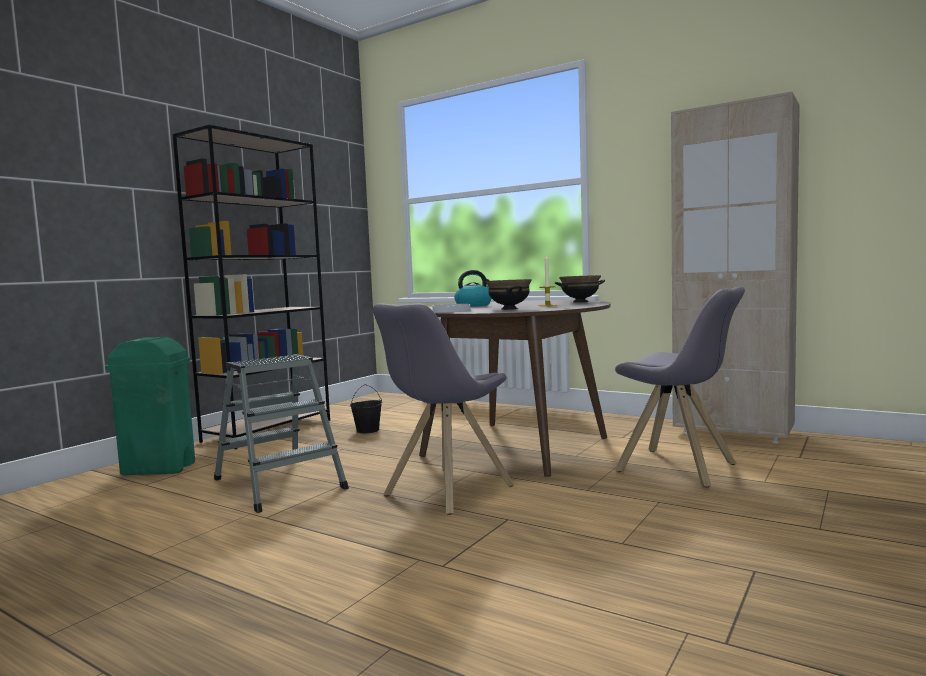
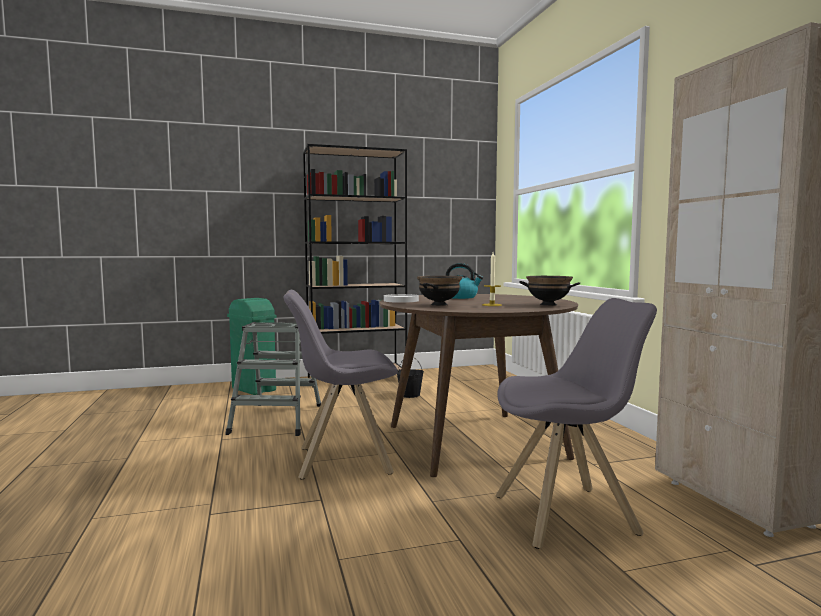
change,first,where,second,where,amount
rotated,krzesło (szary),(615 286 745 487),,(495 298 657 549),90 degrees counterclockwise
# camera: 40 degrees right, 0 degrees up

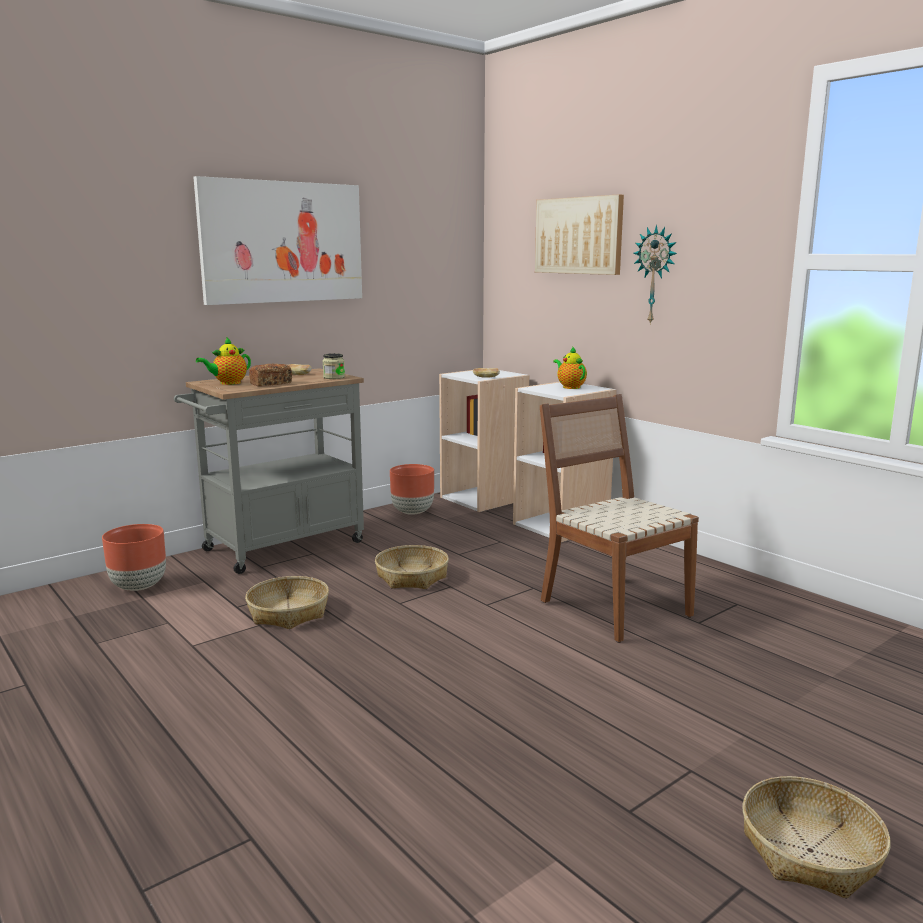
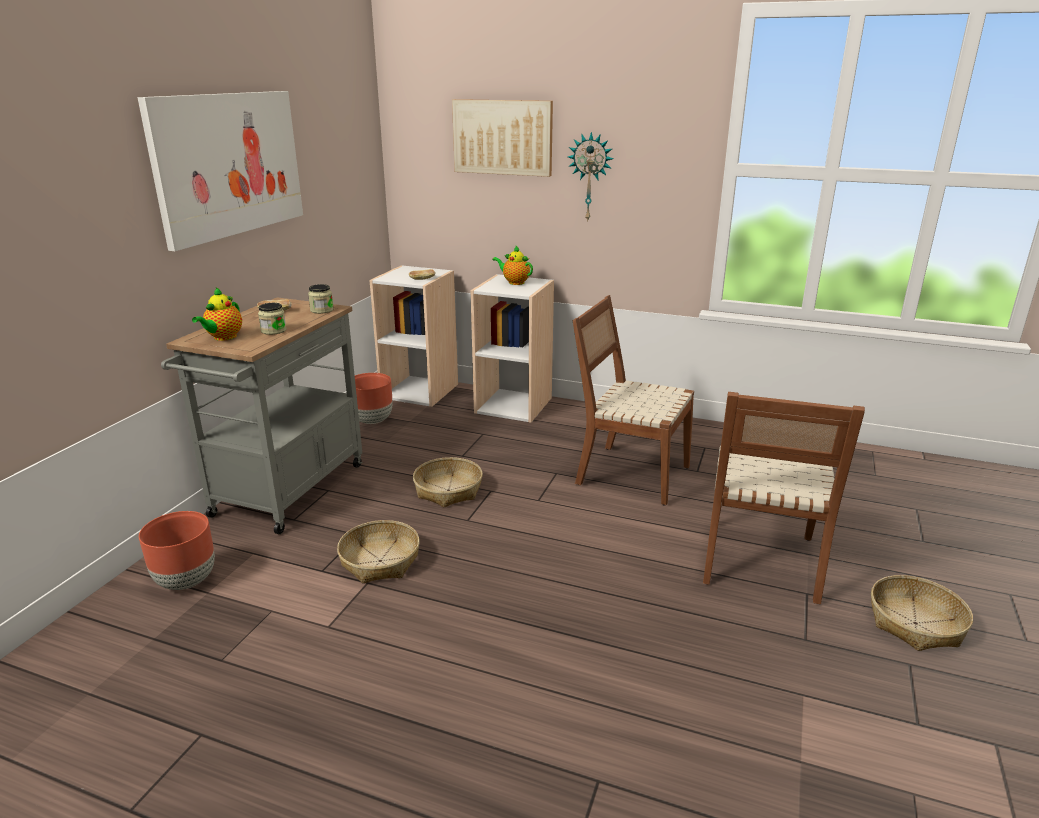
change,first,where,second,where,amount
swapped,chleb,(249 364 292 386),słoik,(258 303 287 335),
new,,,krzesło,(703 392 865 604),
# camera: 30 degrees left, 10 degrees up

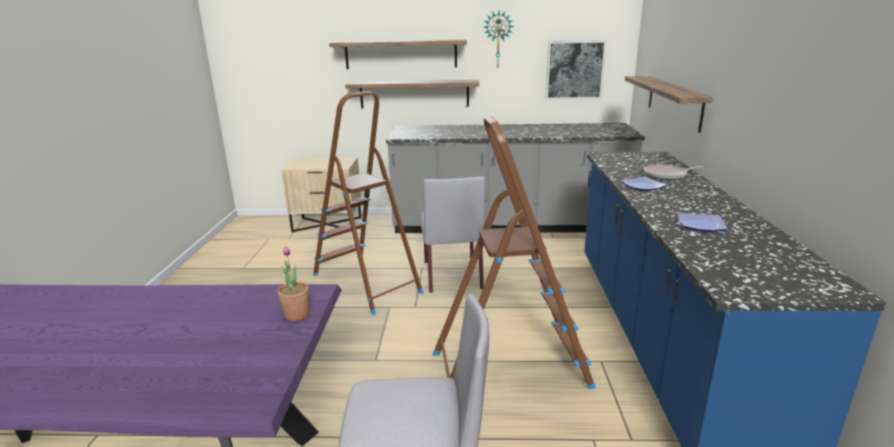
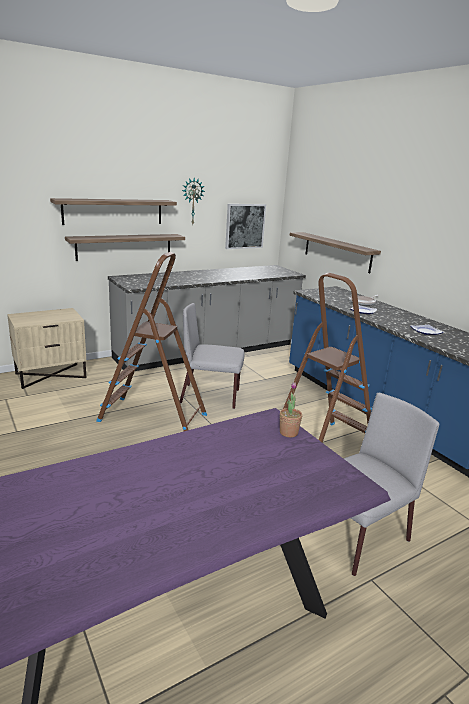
change,first,where,second,where,amount
rotated,krzesło (szary),(420 176 485 293),,(180 303 245 409),135 degrees clockwise
# camera: 35 degrees left, 0 degrees up

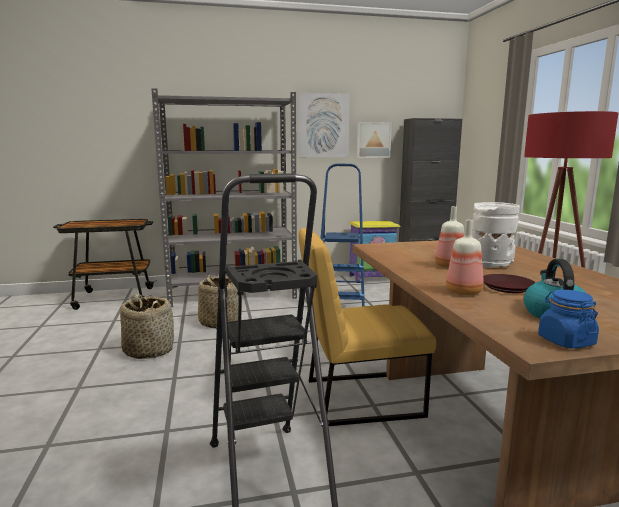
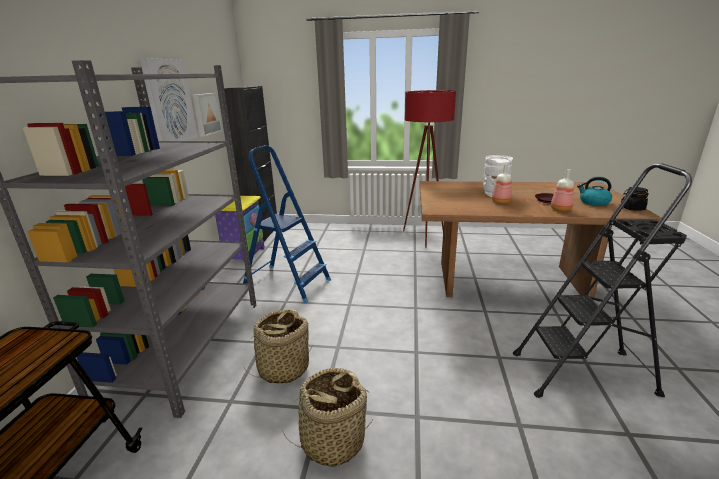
change,first,where,second,where,amount
repainted,słoik (niebieski),(538 290 599 349),słoik (czarny),(621 187 649 211),
gone,krzesło (żółty),(298 228 436 426),,,
# camera: 70 degrees left, 10 degrees up

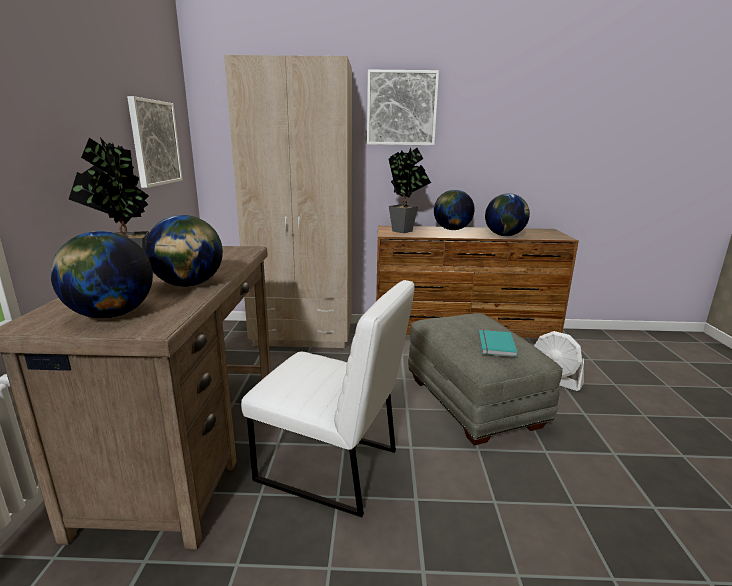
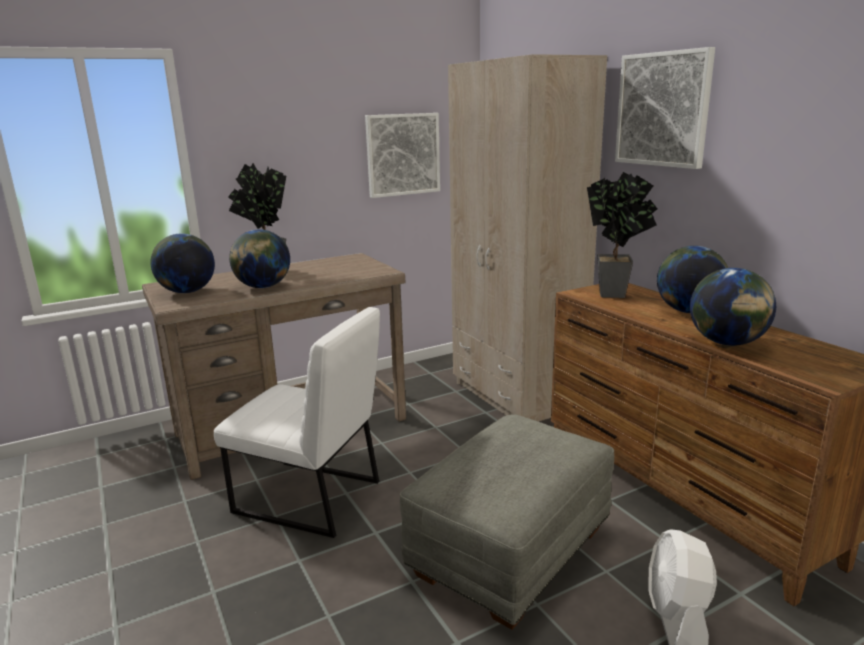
change,first,where,second,where,amount
rotated,krzesło (biały),(241 280 415 517),,(214 307 380 538),60 degrees counterclockwise
gone,książka (turkusowy),(479 330 518 357),,,
# camera: 60 degrees right, 0 degrees up

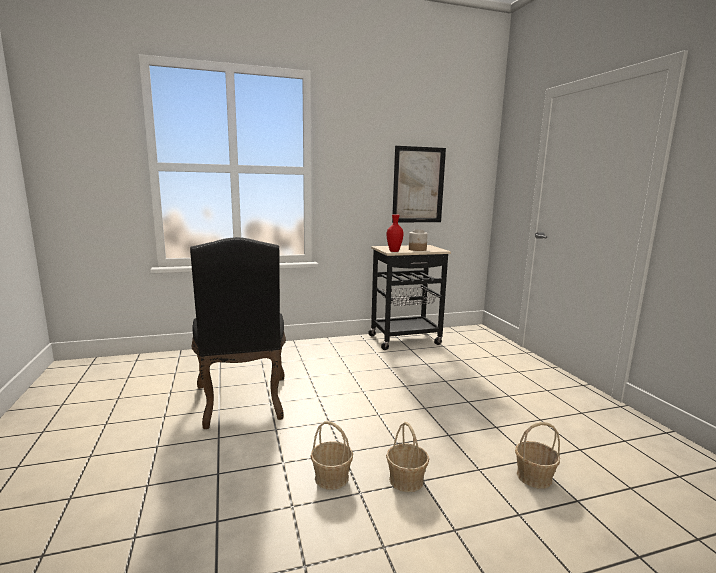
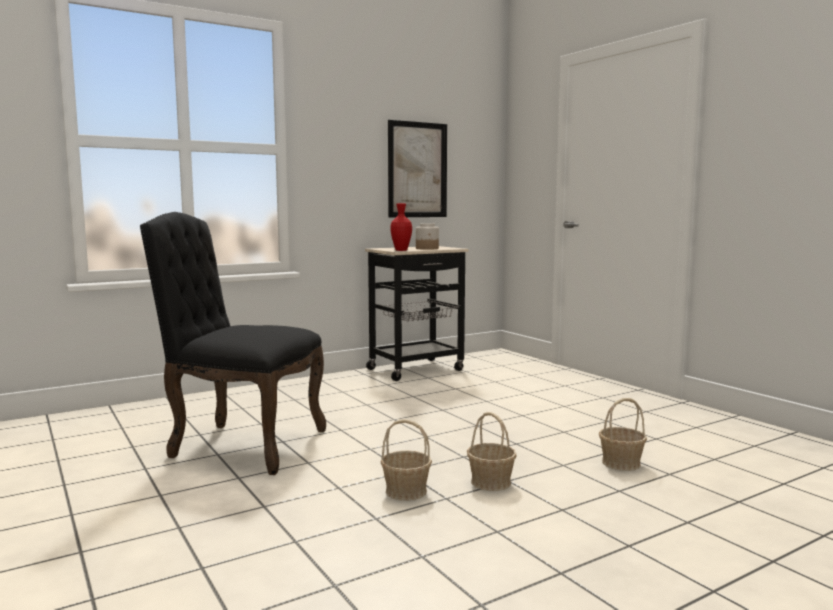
change,first,where,second,where,amount
rotated,krzesło (czarny),(190 237 286 429),,(140 212 326 475),135 degrees clockwise
# camera: 15 degrees left, 5 degrees down

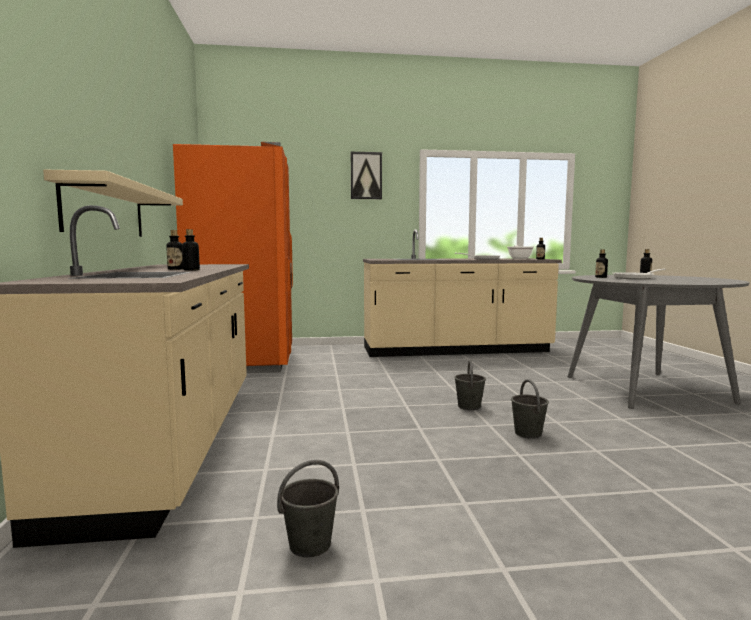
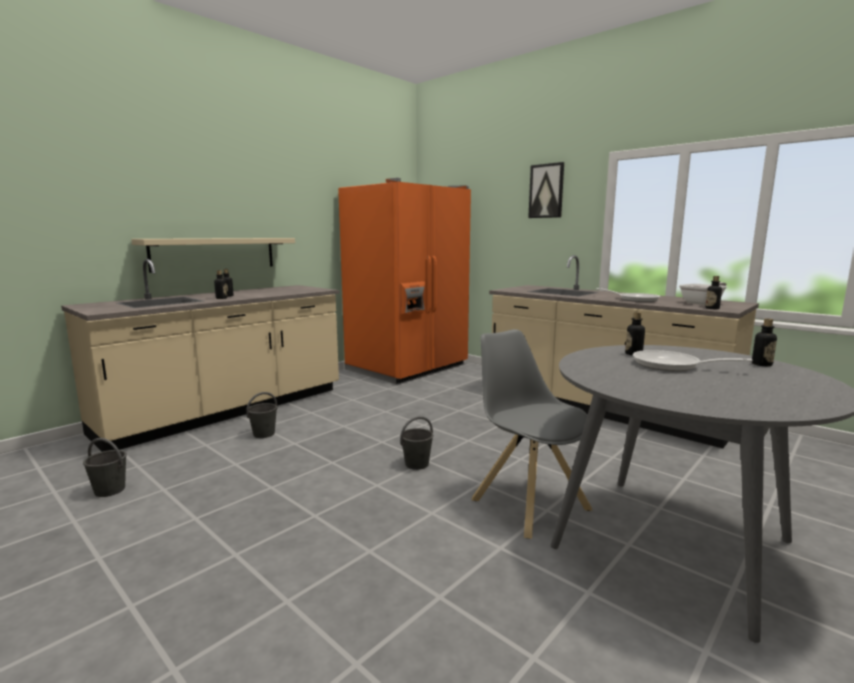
change,first,where,second,where,amount
shifted,wiadro (szary),(511 379 549 439),,(246 392 278 438),
new,,,krzesło (szary),(472 329 592 539),
# camera: 50 degrees right, 5 degrees up

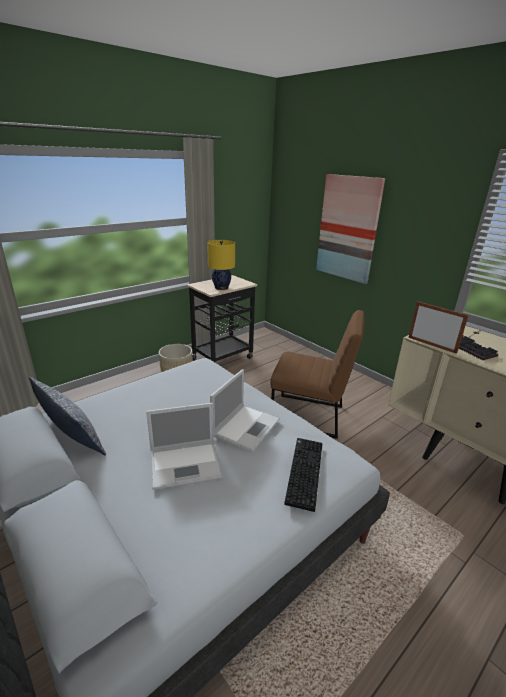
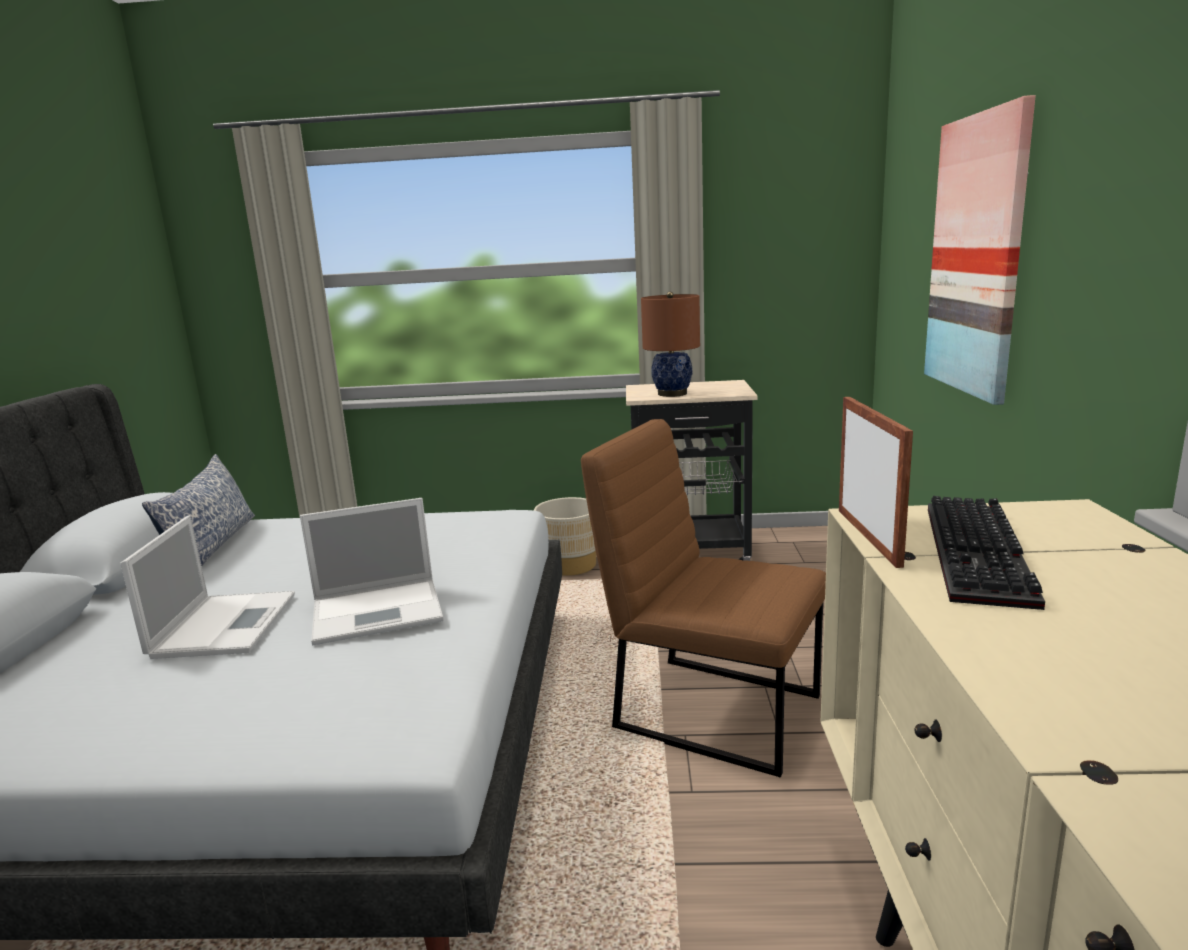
change,first,where,second,where,amount
rotated,laptop,(146 403 222 490),,(120 515 295 659),120 degrees counterclockwise
rotated,krzesło (brązowy),(270 310 365 439),,(581 419 826 777),150 degrees clockwise
repainted,lampa stołowa (żółty),(207 240 235 290),lampa stołowa (brązowy),(641 292 700 397),
gone,klawiatura,(284 438 322 512),,,
# camera: 45 degrees right, 10 degrees down

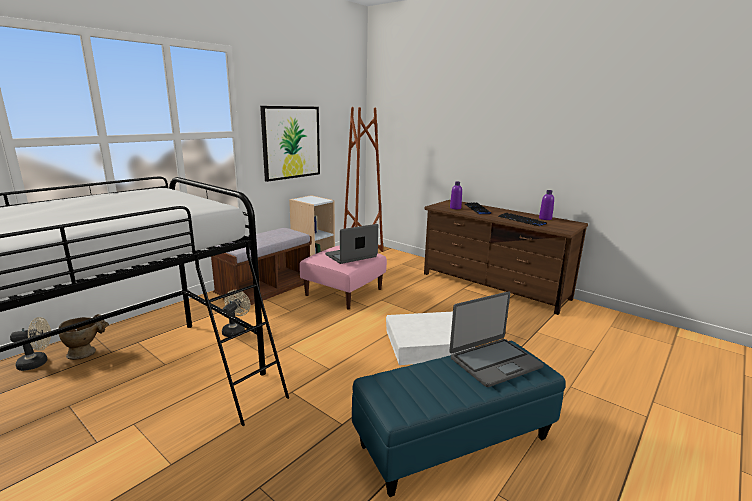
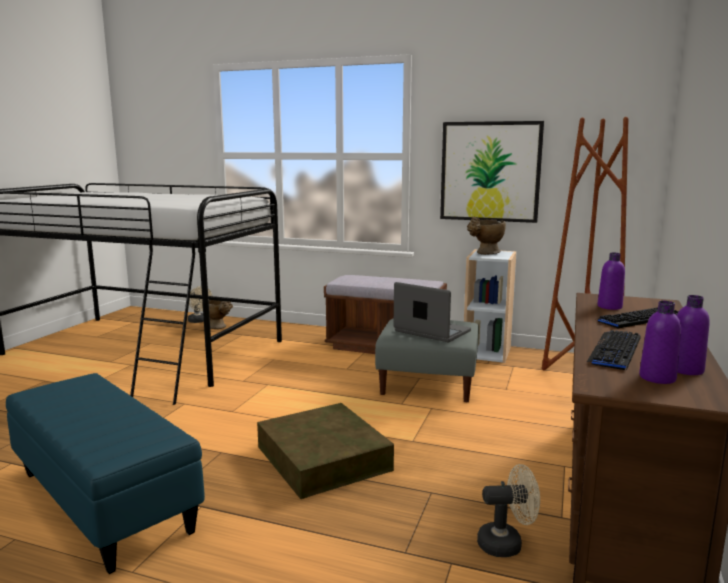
change,first,where,second,where,amount
repainted,pojemnik do przechowywania (biały),(386 312 475 365),pojemnik do przechowywania (brązowy),(257 403 394 499),
repainted,pufa (różowy),(299 245 387 309),pufa (szary),(375 318 479 402),
new,,,wazon (beżowy),(467 217 506 255),
shifted,wentylator (beżowy),(222 290 250 337),,(477 464 540 557),
new,,,butelka (fioletowy),(639 301 681 384),
gone,laptop,(450 292 544 387),,,
# camera: 70 degrees right, 5 degrees down

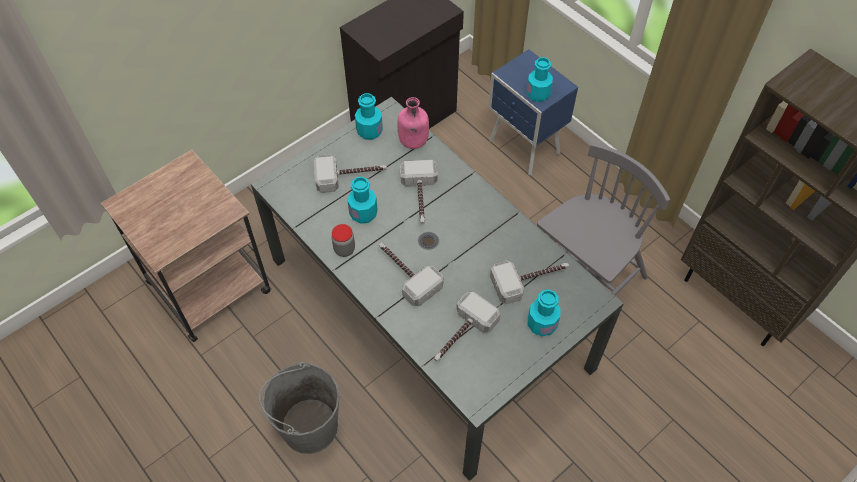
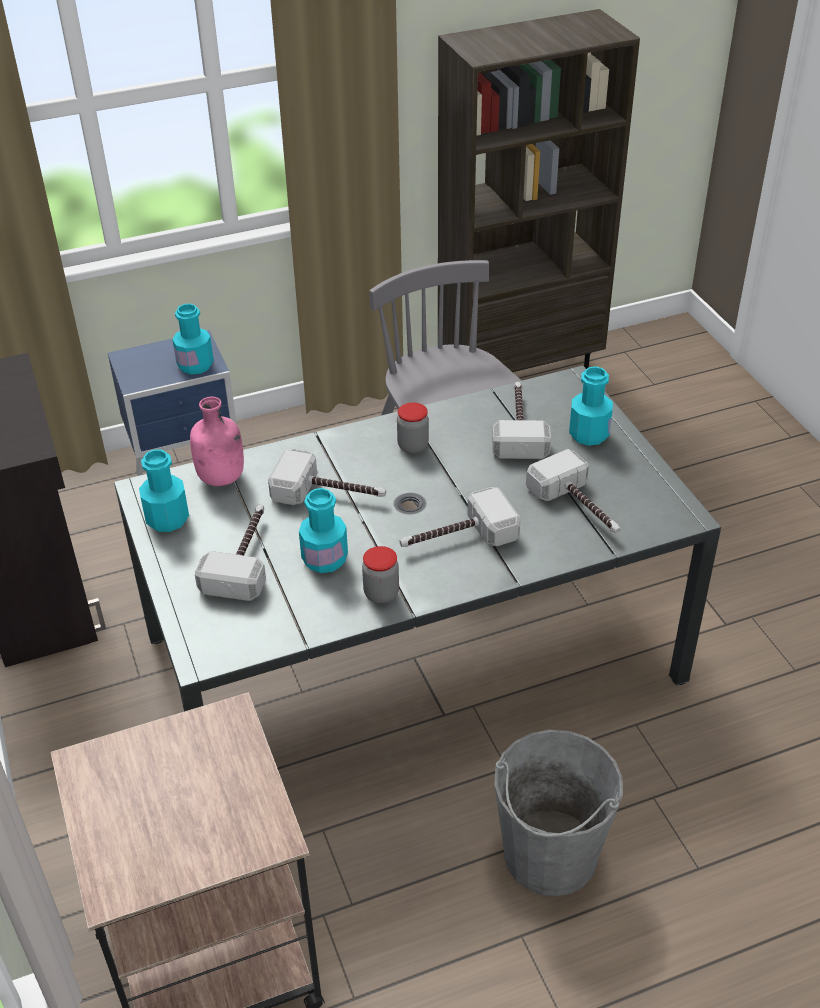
change,first,where,second,where,amount
new,,,słoik,(397 402 429 454),
# camera: 70 degrees left, 15 degrees down

